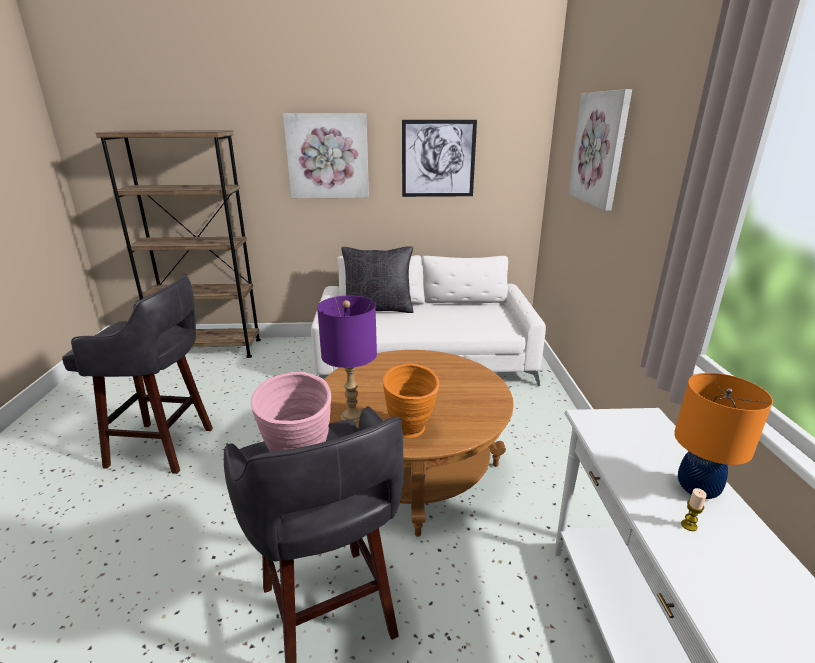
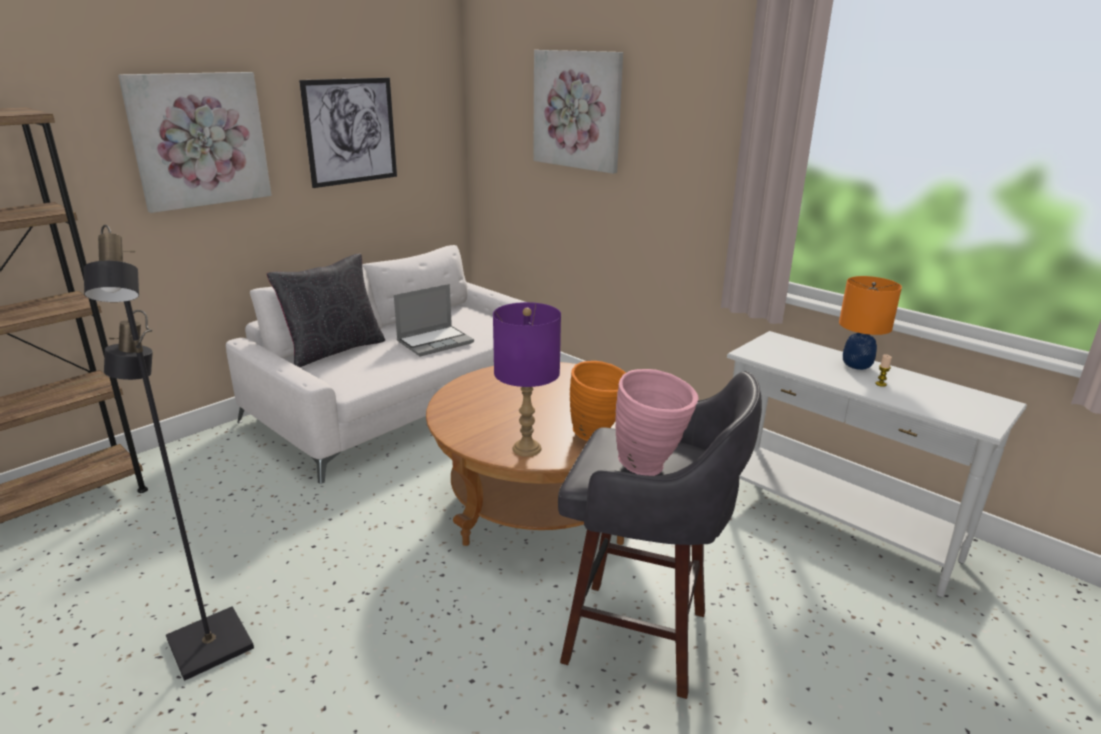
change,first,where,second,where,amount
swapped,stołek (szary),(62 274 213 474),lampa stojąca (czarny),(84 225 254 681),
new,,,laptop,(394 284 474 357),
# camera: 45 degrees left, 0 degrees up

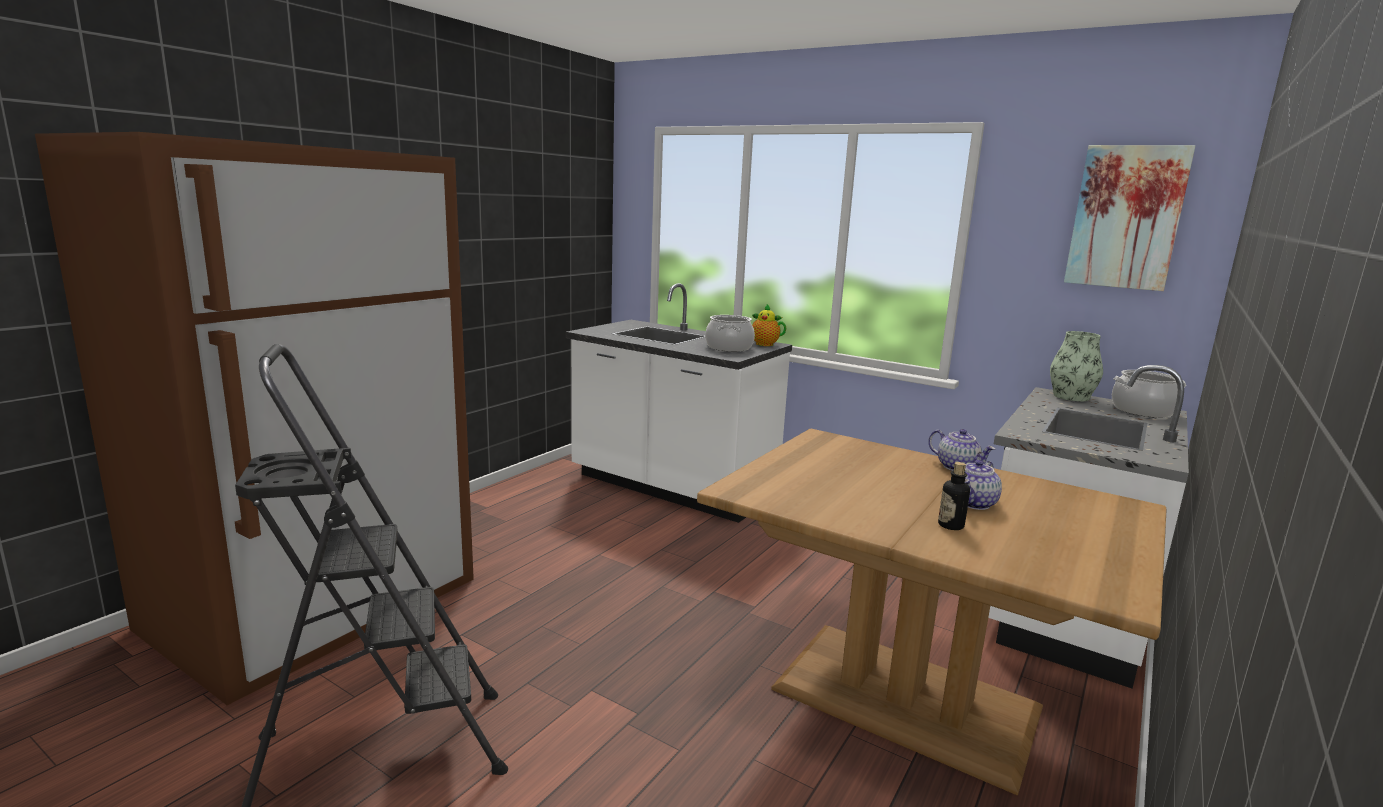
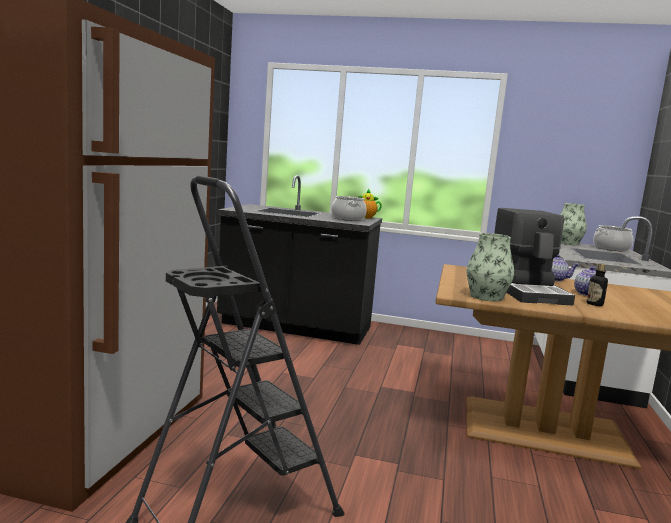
change,first,where,second,where,amount
repainted,zabudowa kuchenna (biały),(565 283 792 523),zabudowa kuchenna (czarny),(217 175 382 345),
new,,,wazon,(466 233 514 302),
new,,,ekspres do kawy,(494 208 575 306),
gone,obraz,(1064 145 1195 291),,,
# camera: 20 degrees left, 5 degrees down

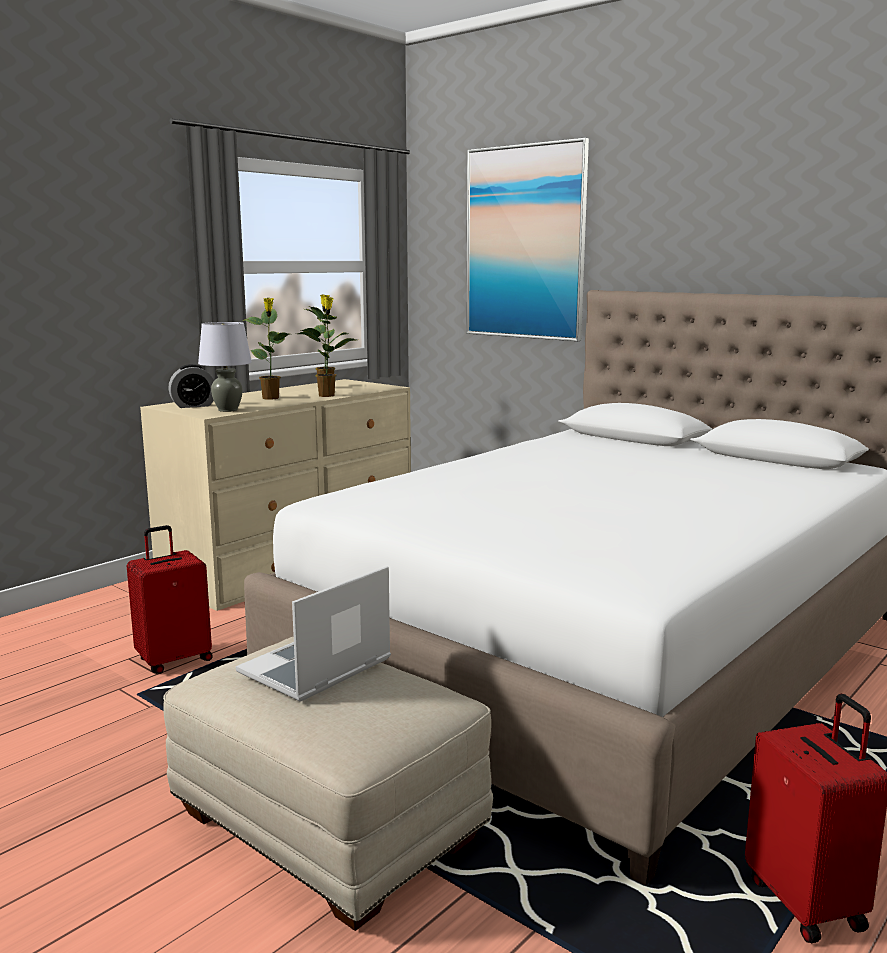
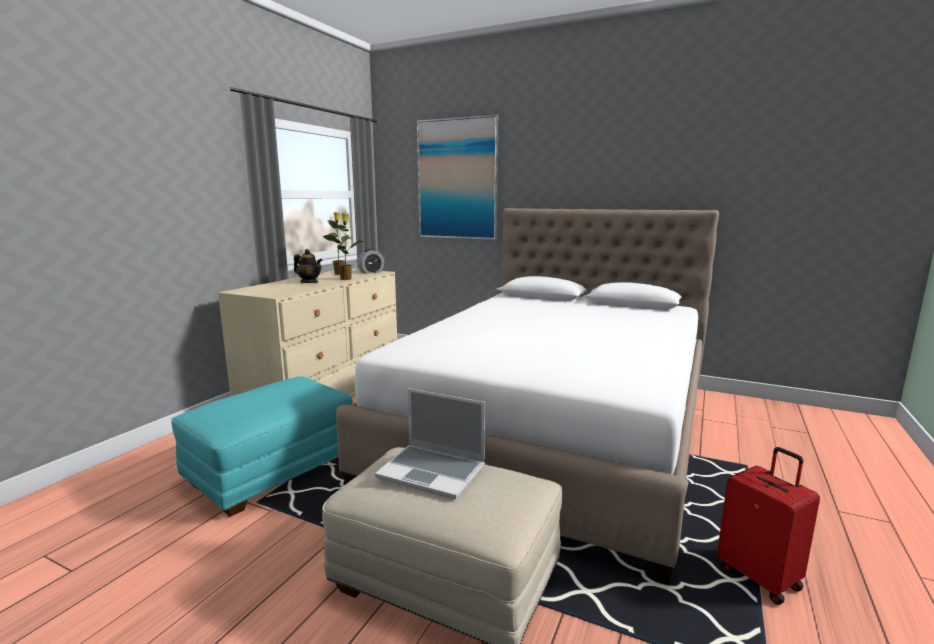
change,first,where,second,where,amount
swapped,walizka (czerwony),(127 525 213 674),pufa (turkusowy),(171 376 353 517),
swapped,roślina doniczkowa,(242 298 289 400),imbryk,(294 249 322 283),
shifted,budzik,(169 364 214 408),,(358 249 384 274),
rotated,laptop,(236 566 391 702),,(375 388 485 499),90 degrees counterclockwise
gone,lampa stołowa (szary),(198 322 252 412),,,
# camera: 15 degrees left, 0 degrees up

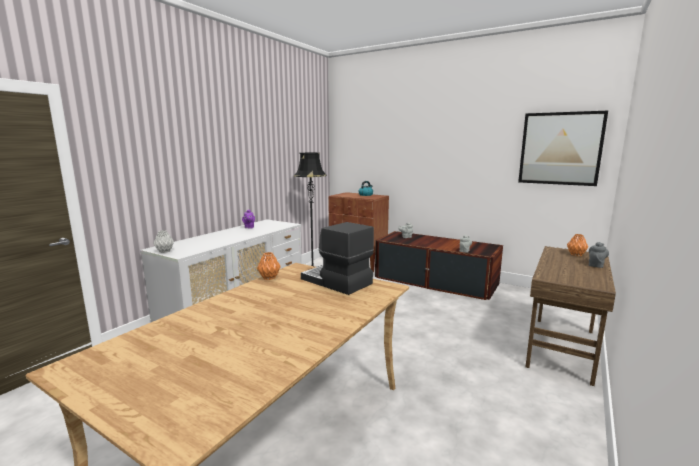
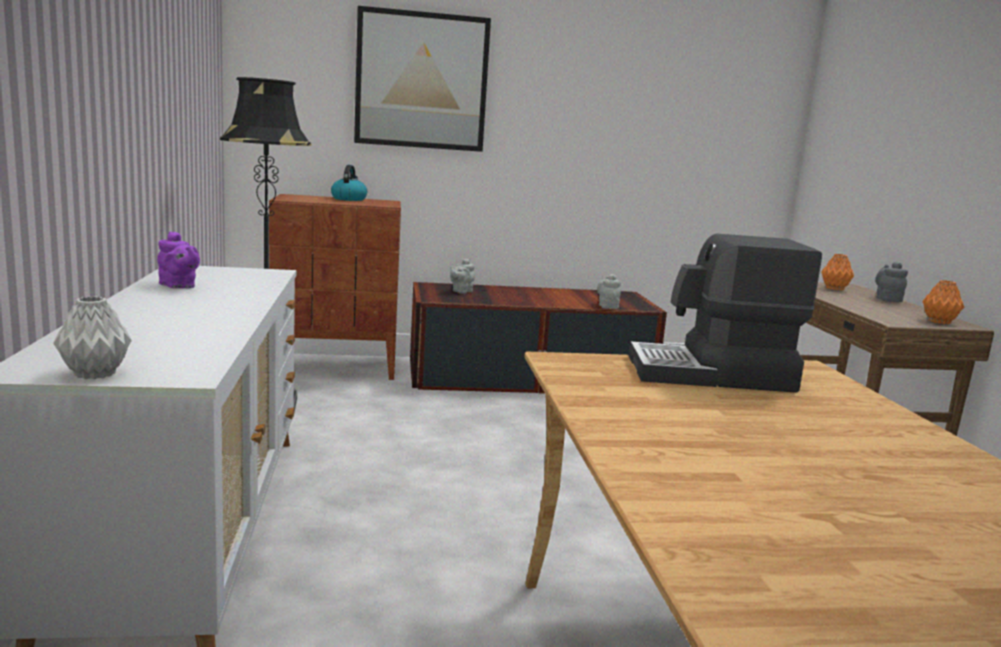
change,first,where,second,where,amount
shifted,obraz,(518 111 608 186),,(354 6 491 152),
shifted,wazon (pomarańczowy),(257 252 281 280),,(923 280 964 324),
# camera: 40 degrees left, 0 degrees up

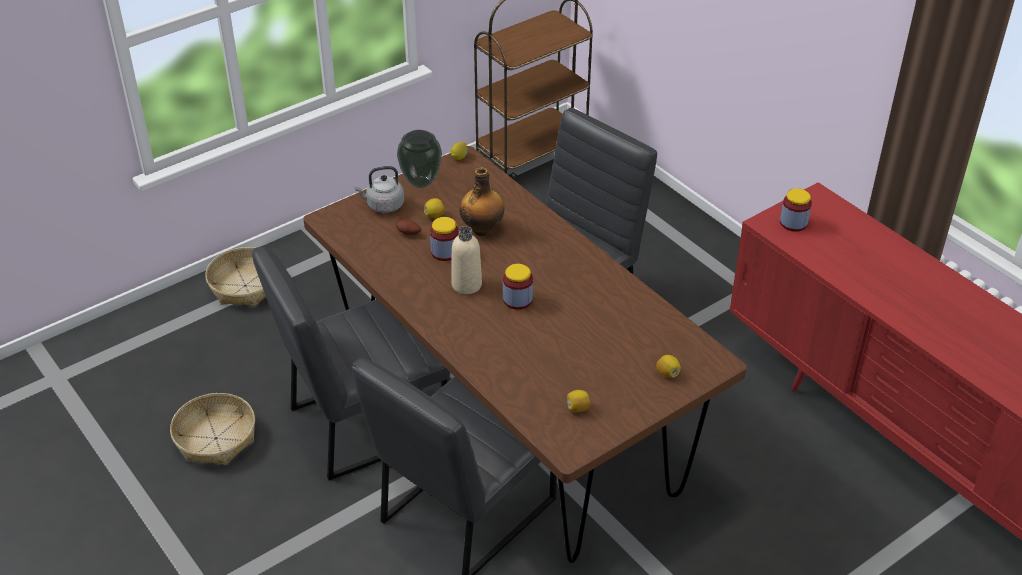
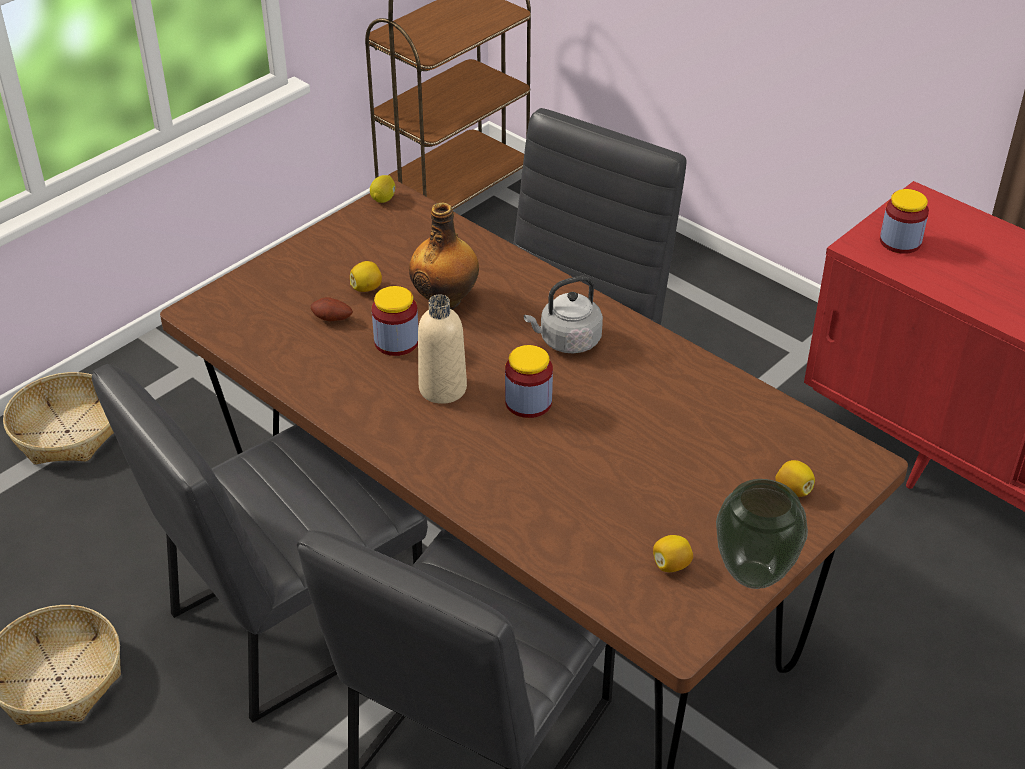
change,first,where,second,where,amount
shifted,czajnik (szary),(354 166 404 213),,(524 276 603 353),
shifted,wazon,(397 130 442 188),,(716 479 808 589),
# camera: 10 degrees left, 0 degrees up

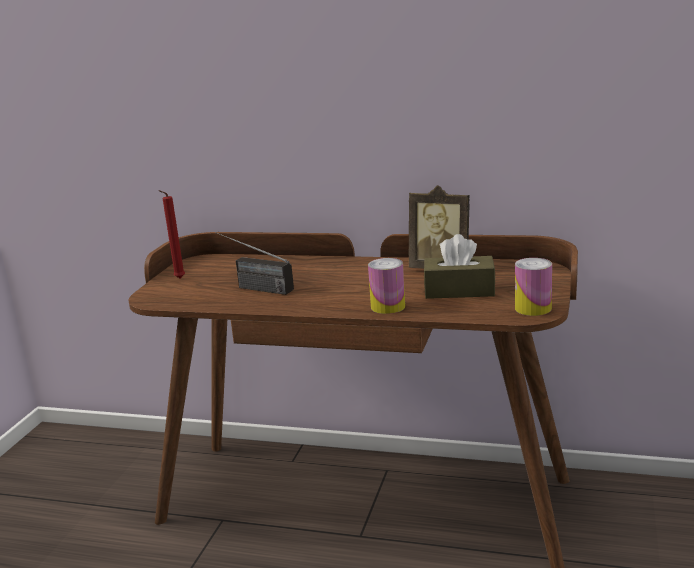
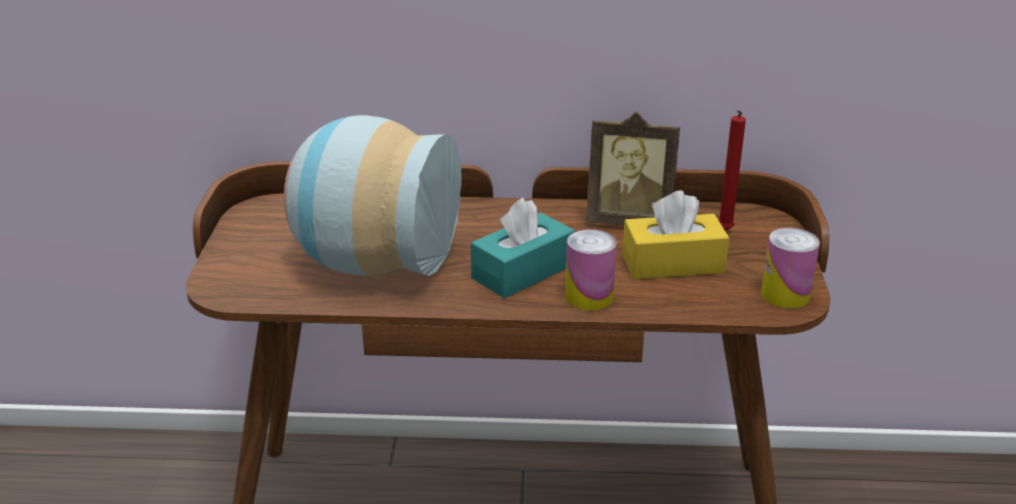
change,first,where,second,where,amount
swapped,radio,(215 232 294 295),wazon,(284 115 462 276),
new,,,pudełko chusteczek (turkusowy),(471 198 575 299),
repainted,pudełko chusteczek (brązowy),(424 234 496 299),pudełko chusteczek (żółty),(622 190 729 279),
shifted,świeca (czerwony),(159 190 185 278),,(719 110 746 231),
# camera: 15 degrees left, 10 degrees up

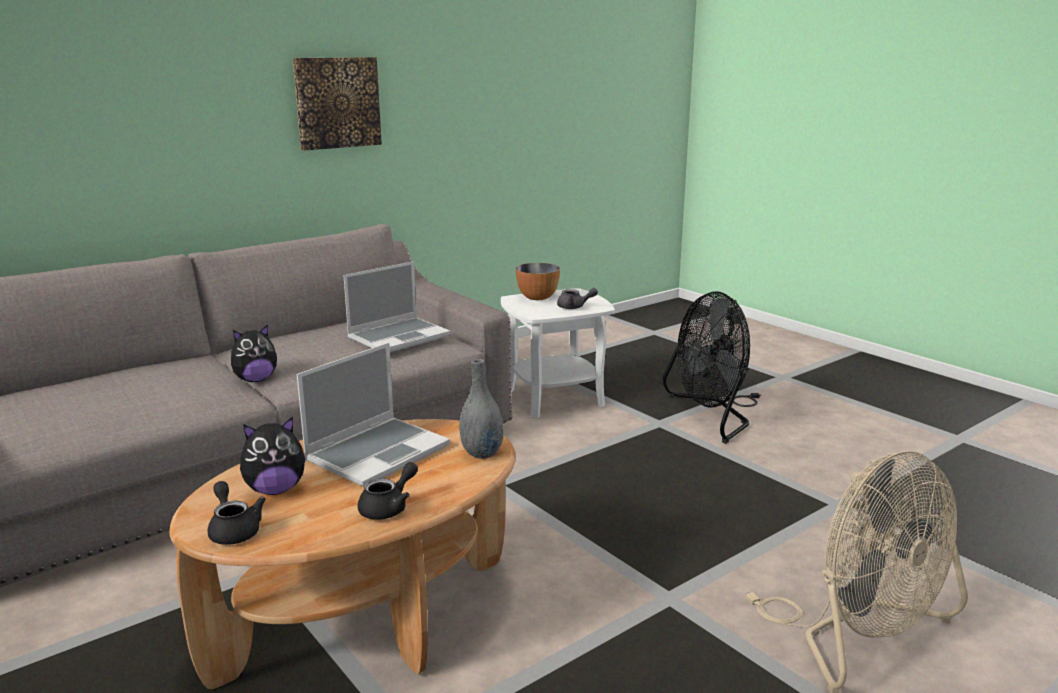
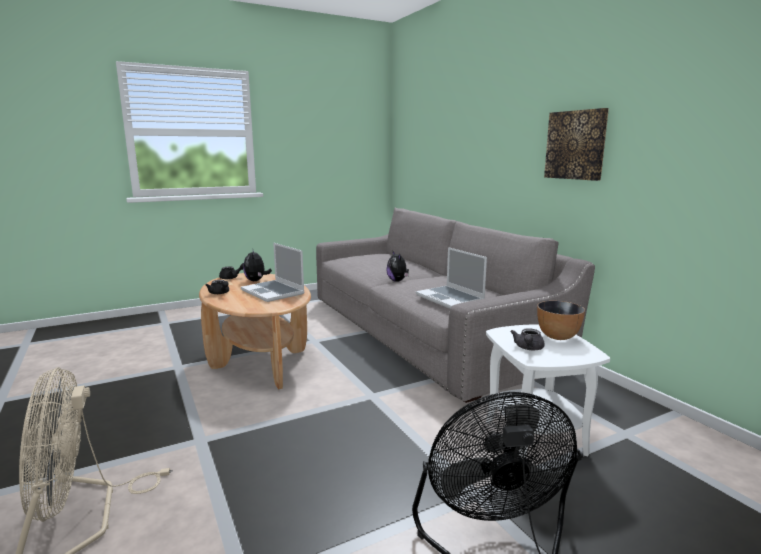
change,first,where,second,where,amount
gone,wazon (szary),(459 359 504 459),,,
# camera: 100 degrees right, 5 degrees down

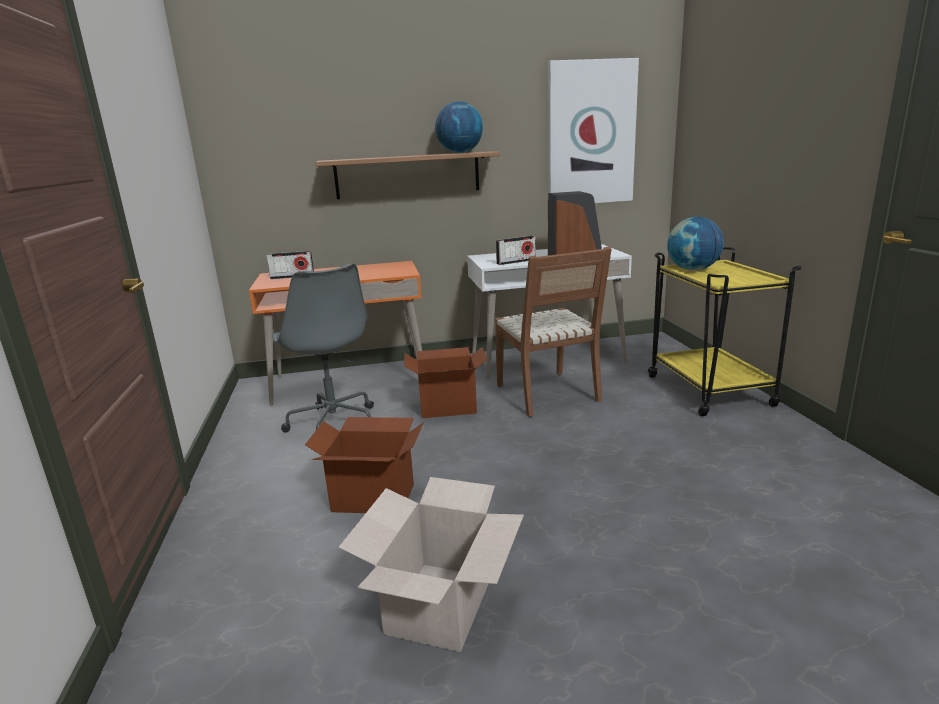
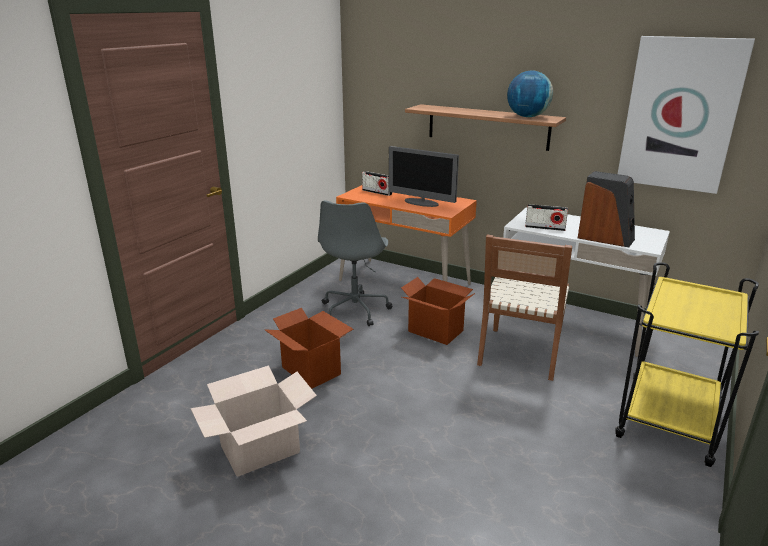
change,first,where,second,where,amount
new,,,monitor,(389 146 459 207),
gone,globus,(667 217 724 271),,,
# camera: 40 degrees right, 5 degrees up

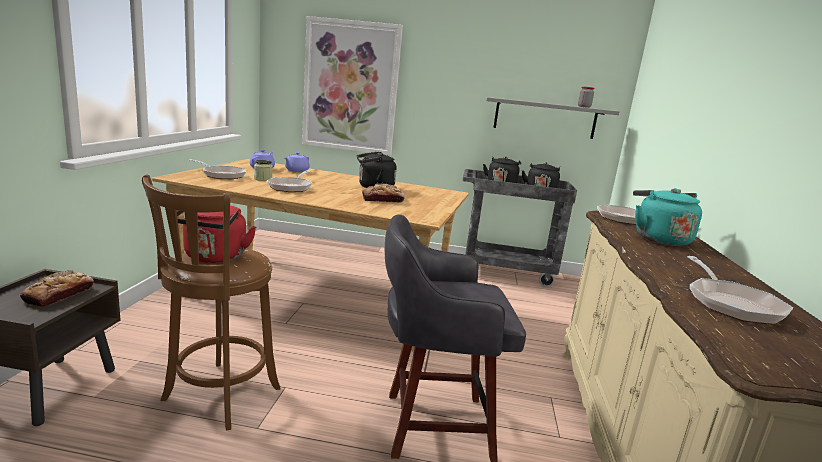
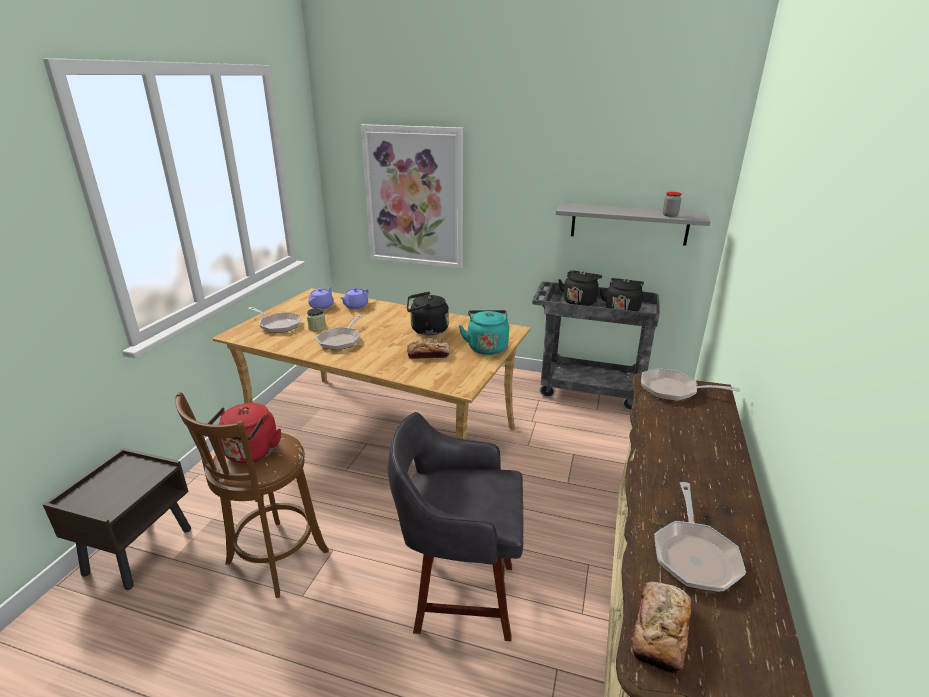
change,first,where,second,where,amount
shifted,czajnik (turkusowy),(633 188 702 246),,(459 310 509 355),
shifted,chleb,(20 270 94 308),,(632 582 692 677),
# camera: 10 degrees right, 10 degrees up

